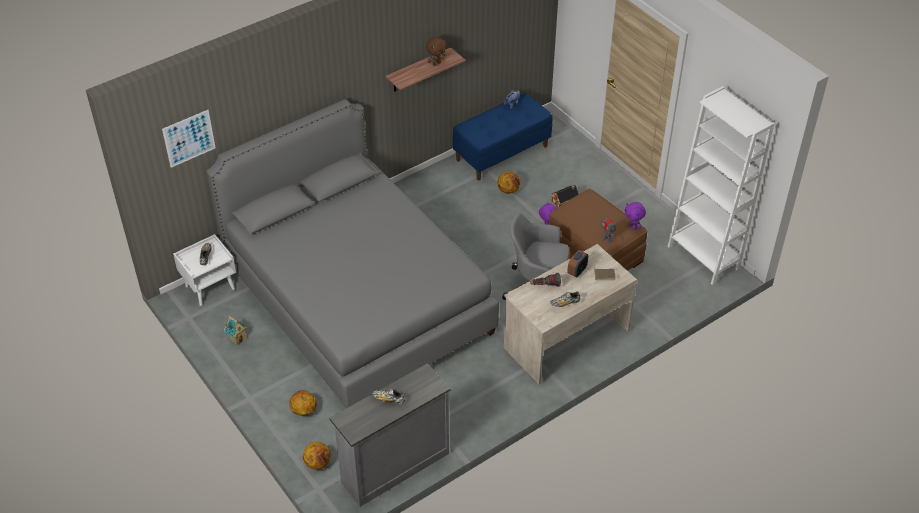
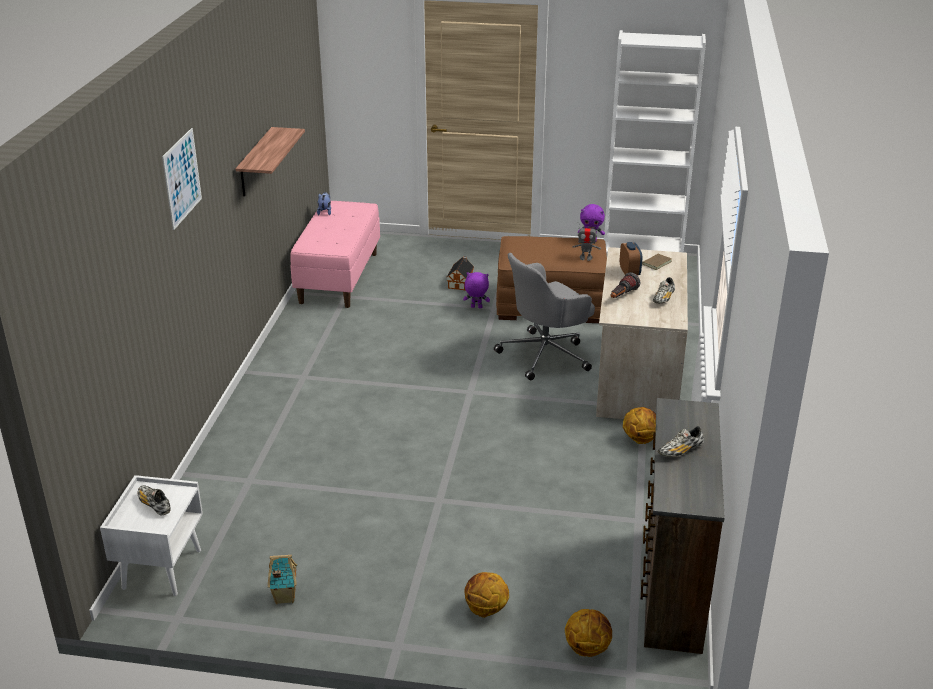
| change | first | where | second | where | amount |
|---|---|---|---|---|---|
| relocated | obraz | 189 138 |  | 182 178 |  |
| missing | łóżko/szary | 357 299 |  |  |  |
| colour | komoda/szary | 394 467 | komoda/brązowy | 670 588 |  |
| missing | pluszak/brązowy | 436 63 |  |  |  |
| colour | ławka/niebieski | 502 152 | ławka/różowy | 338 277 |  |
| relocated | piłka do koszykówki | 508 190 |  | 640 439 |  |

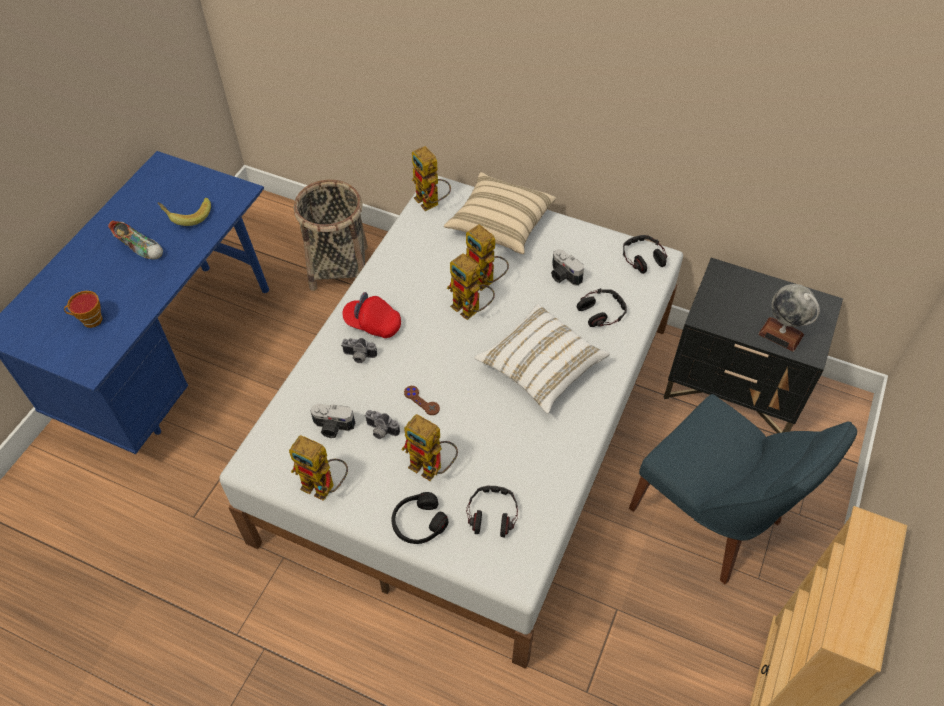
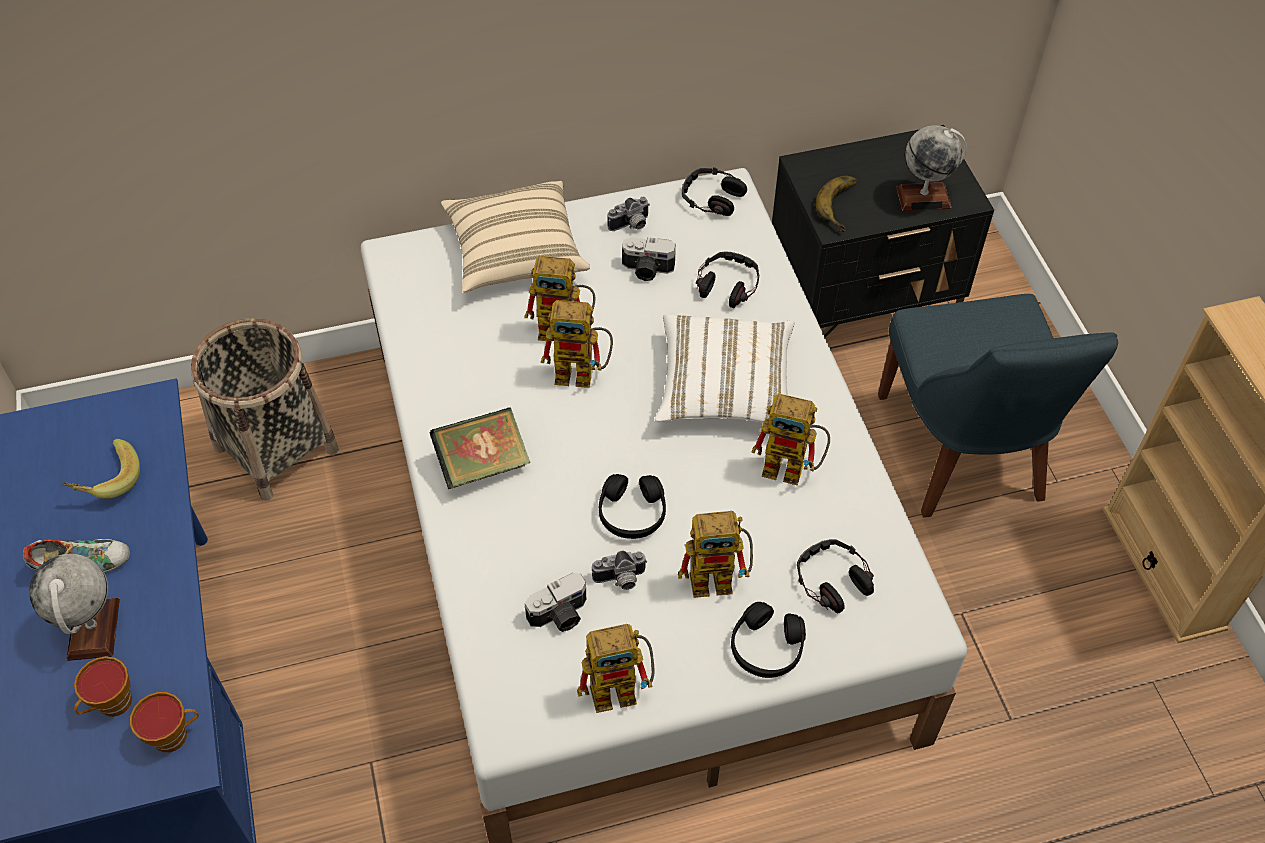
| change | first | where | second | where | amount |
|---|---|---|---|---|---|
| relocated | aparat fotograficzny | 359 357 |  | 631 225 |  |
| exchanged | czapka z daszkiem/czerwony | 373 324 | książka | 482 464 |  |
| exchanged | pad do gier/brązowy | 421 401 | słuchawki/czarny | 632 513 |  |
| relocated | robot zabawkowy | 431 203 |  | 793 469 |  |
| spun | krzesło/niebieski | 711 519 |  | 963 454 | 75 degrees clockwise |
| appeared |  |  | globus | 94 629 |  |
| appeared |  |  | filiżanka | 174 735 |  |
| appeared |  |  | banan | 844 206 |  |

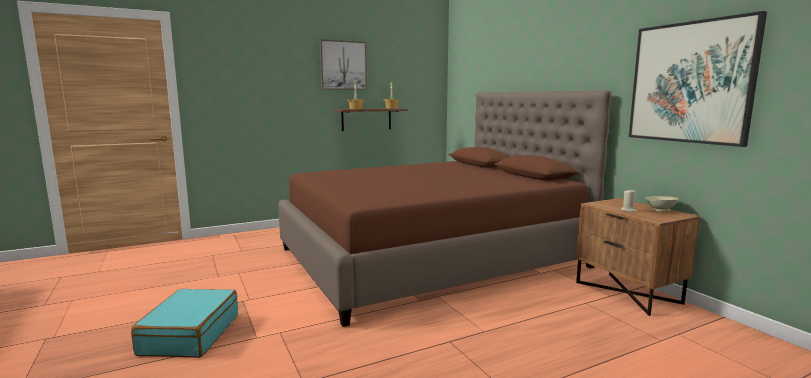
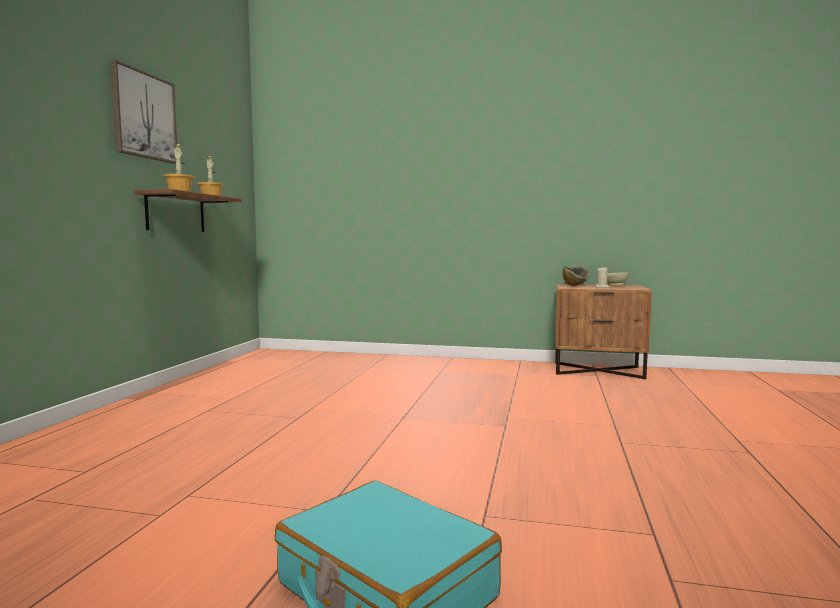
| change | first | where | second | where | amount |
|---|---|---|---|---|---|
| missing | łóżko/brązowy | 430 258 |  |  |  |
| missing | obraz | 690 82 |  |  |  |
| appeared |  |  | miska | 575 286 |  |

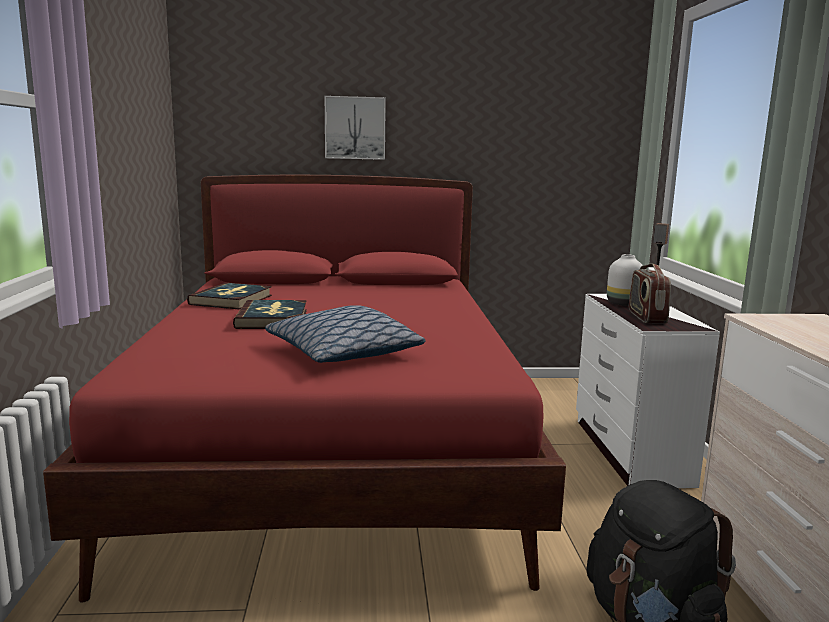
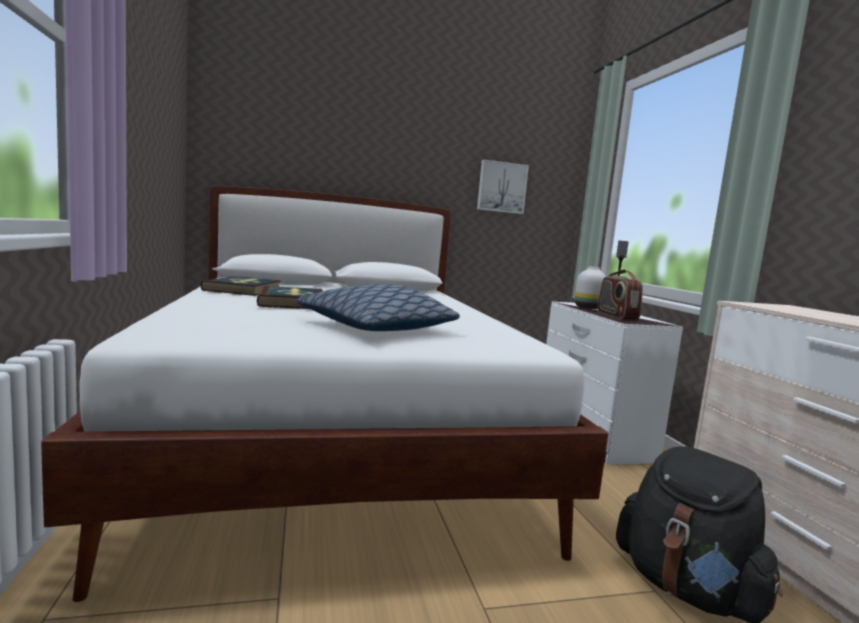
| change | first | where | second | where | amount |
|---|---|---|---|---|---|
| colour | łóżko/czerwony | 332 454 | łóżko/biały | 336 438 |  |
| relocated | obraz | 355 128 |  | 501 187 |  |

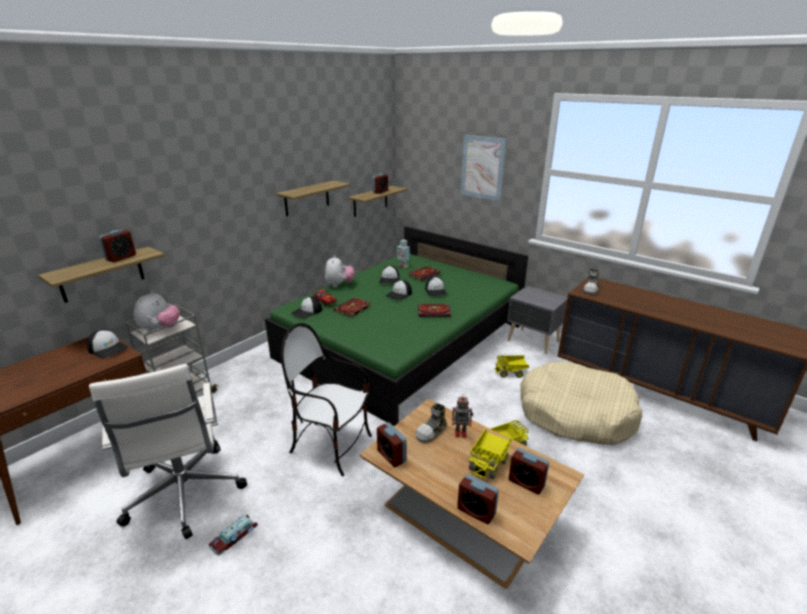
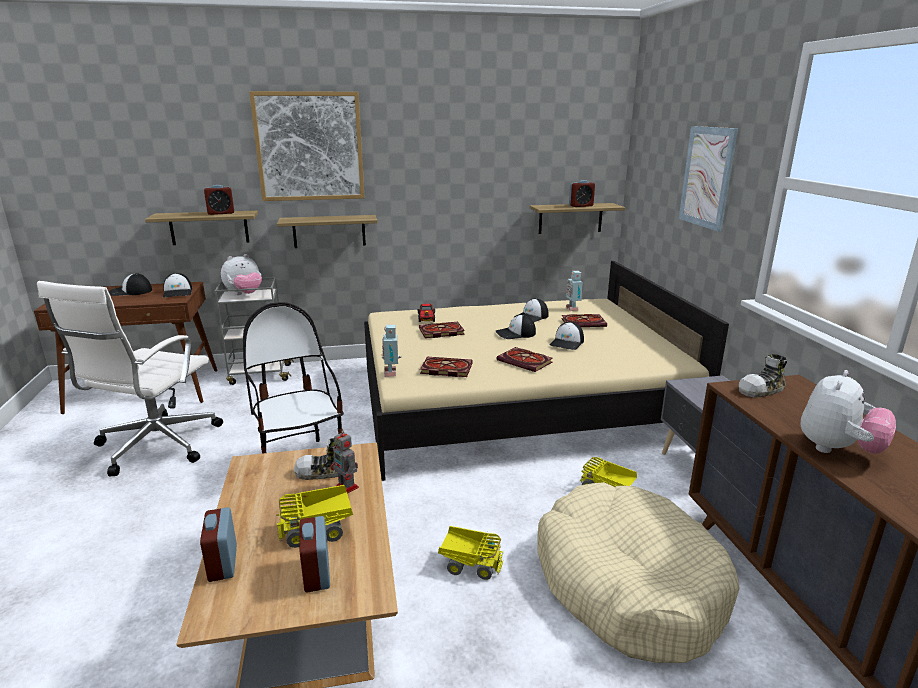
| change | first | where | second | where | amount |
|---|---|---|---|---|---|
| missing | samochodzik | 235 537 |  |  |  |
| colour | łóżko/zielony | 401 341 | łóżko/beżowy | 516 403 |  |
| relocated | półka | 307 198 |  | 329 231 |  |
| relocated | czapka z daszkiem | 307 312 |  | 130 291 |  |
| relocated | pluszak | 339 285 |  | 837 450 |  |
| missing | budzik | 391 456 |  |  |  |
| appeared |  |  | obraz | 309 147 |  |
| appeared |  |  | robot zabawkowy | 392 373 |  |
| appeared |  |  | książka | 445 369 |  |

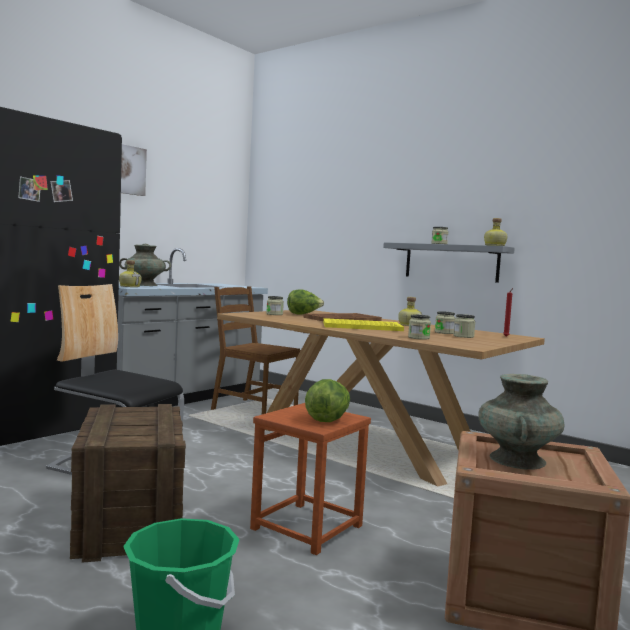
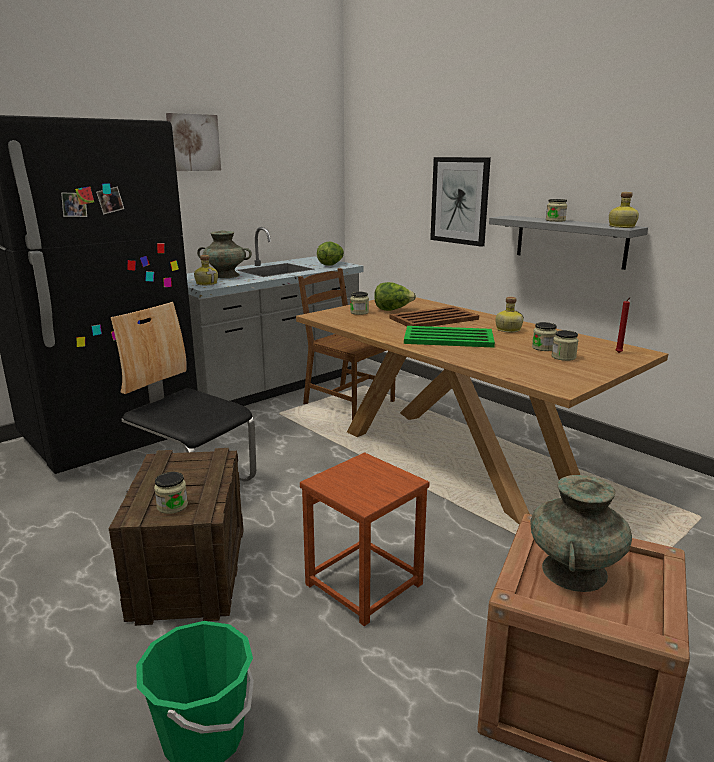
| change | first | where | second | where | amount |
|---|---|---|---|---|---|
| relocated | sałata | 327 419 |  | 331 264 |  |
| colour | taca/żółty | 363 326 | taca/zielony | 449 338 |  |
| relocated | słoik | 418 338 |  | 172 506 |  |
| appeared |  |  | obraz | 460 201 |  |

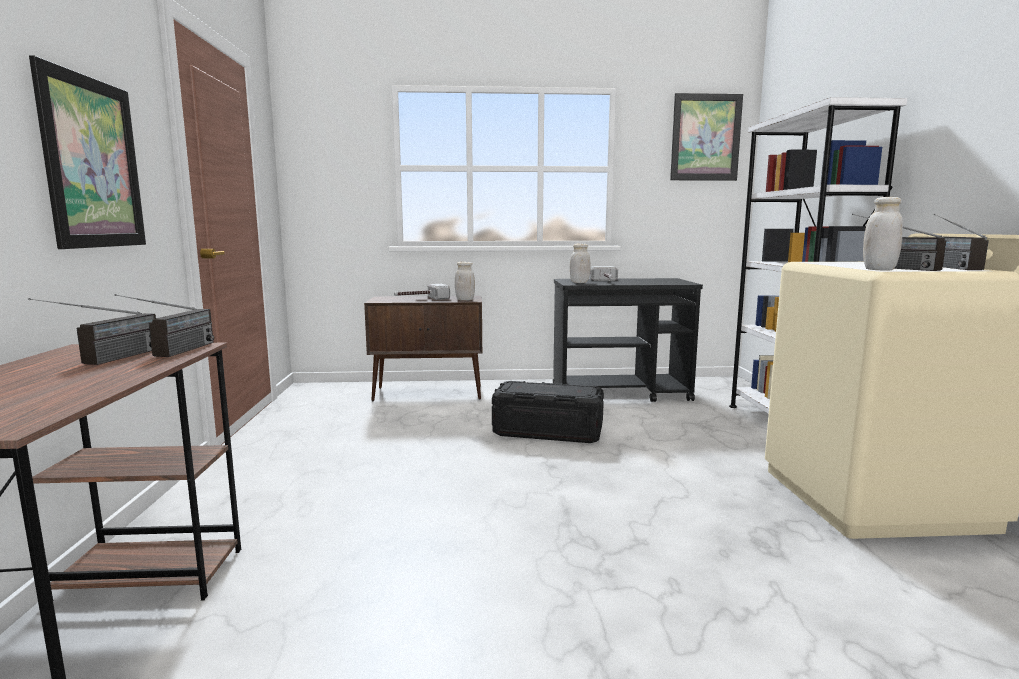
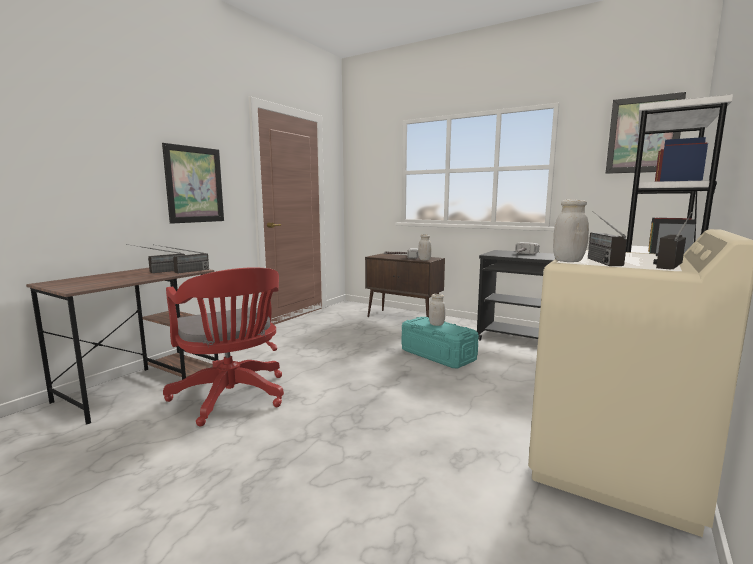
| change | first | where | second | where | amount |
|---|---|---|---|---|---|
| colour | pojemnik do przechowywania/czarny | 548 431 | pojemnik do przechowywania/turkusowy | 437 355 |  |
| relocated | słoik/biały | 579 282 |  | 436 324 |  |
| appeared |  |  | krzesło biurowe/czerwony | 232 398 |  |

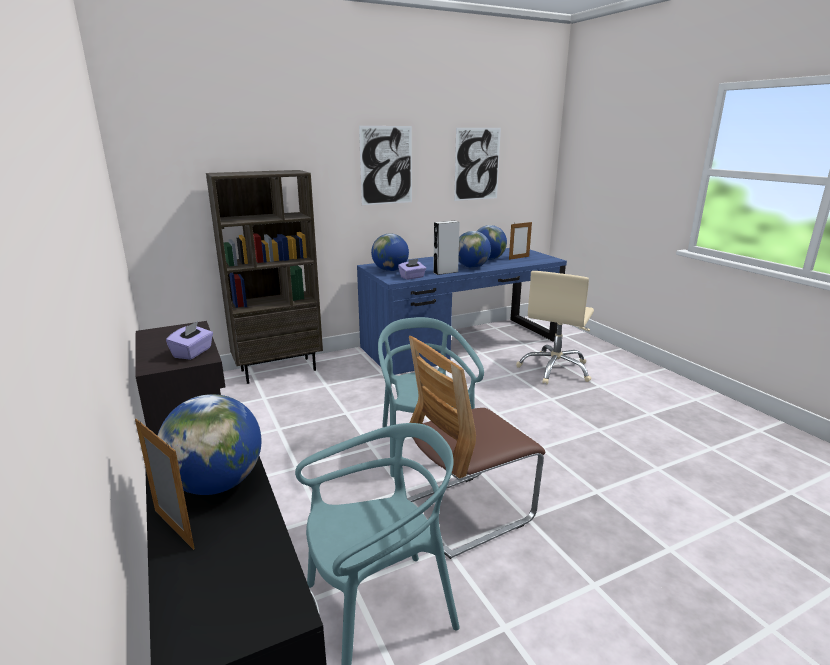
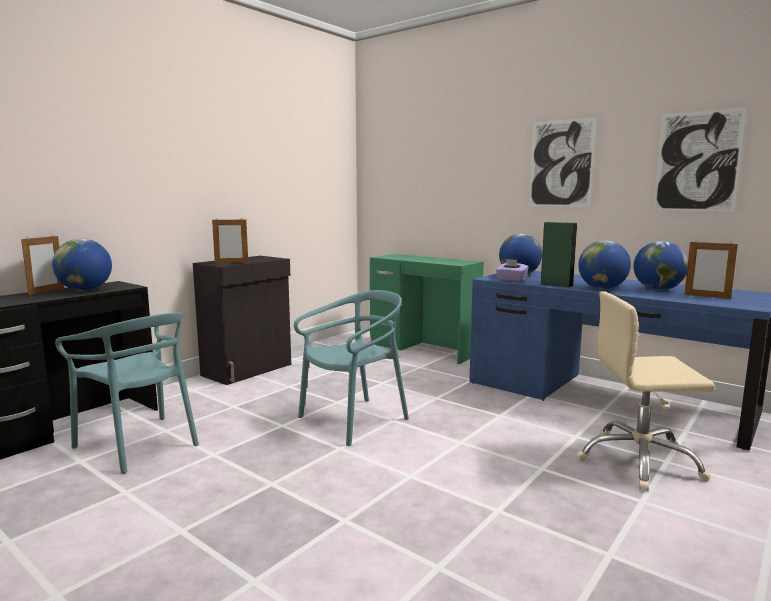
| change | first | where | second | where | amount |
|---|---|---|---|---|---|
| exchanged | pudełko chusteczek/fioletowy | 193 353 | ramka na zdjęcie | 231 263 |  |
| exchanged | regał/brązowy | 279 370 | biurko/zielony | 424 349 |  |
| missing | krzesło | 467 512 |  |  |  |
| colour | głośnik/szary | 445 272 | głośnik/zielony | 556 285 |  |

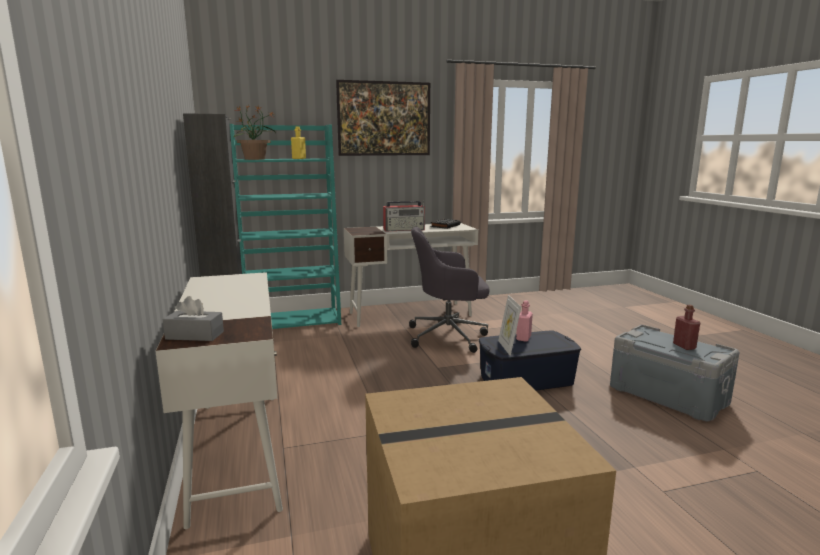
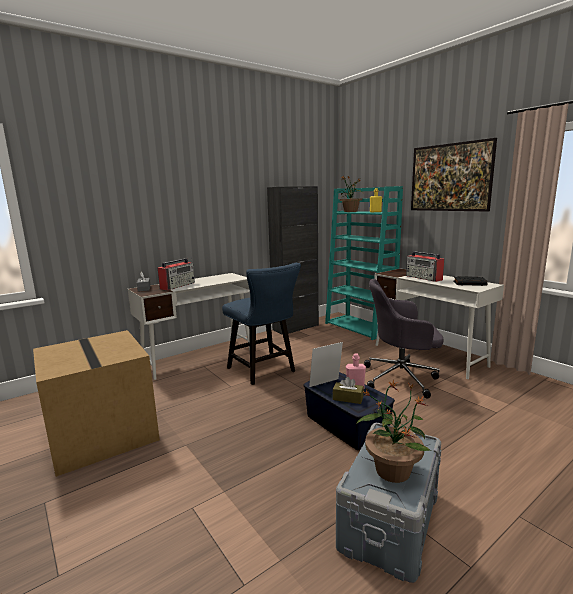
| change | first | where | second | where | amount |
|---|---|---|---|---|---|
| spun | krzesło biurowe/szary | 449 336 |  | 402 378 | 60 degrees counterclockwise |
| exchanged | butelka/czerwony | 684 346 | roślina doniczkowa | 392 470 |  |
| appeared |  |  | radio | 178 286 |  |
| appeared |  |  | krzesło/niebieski | 264 371 |  |
| appeared |  |  | pudełko chusteczek/brązowy | 348 398 |  |

